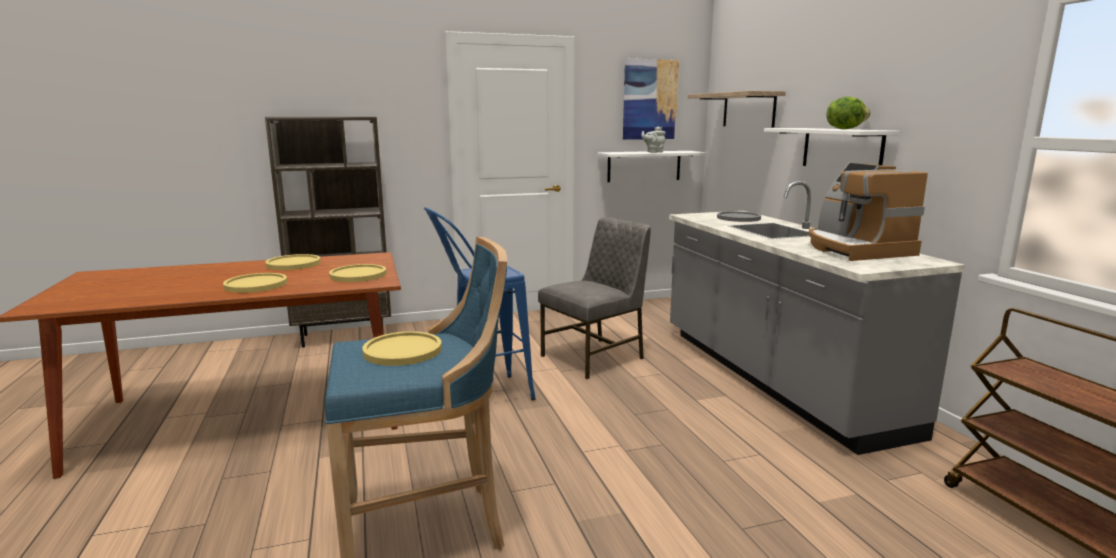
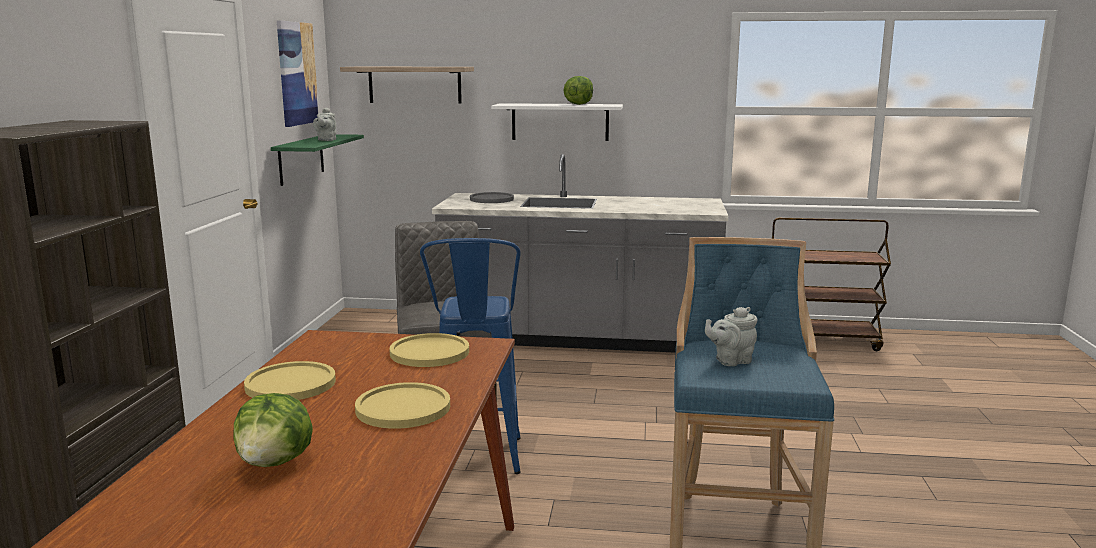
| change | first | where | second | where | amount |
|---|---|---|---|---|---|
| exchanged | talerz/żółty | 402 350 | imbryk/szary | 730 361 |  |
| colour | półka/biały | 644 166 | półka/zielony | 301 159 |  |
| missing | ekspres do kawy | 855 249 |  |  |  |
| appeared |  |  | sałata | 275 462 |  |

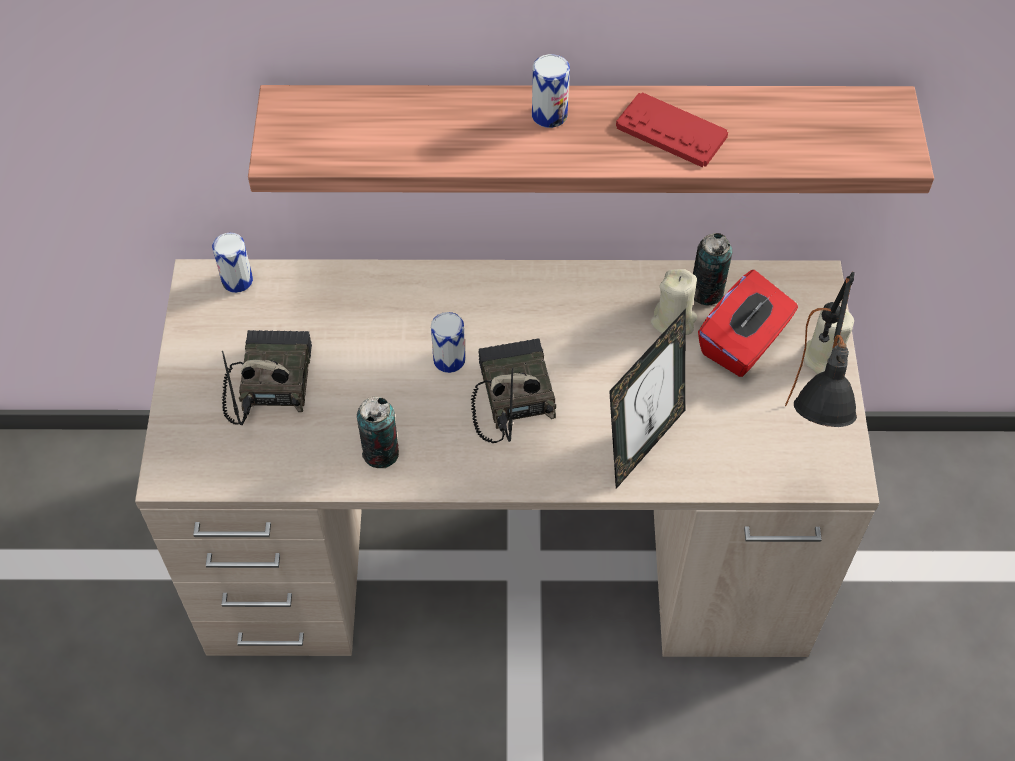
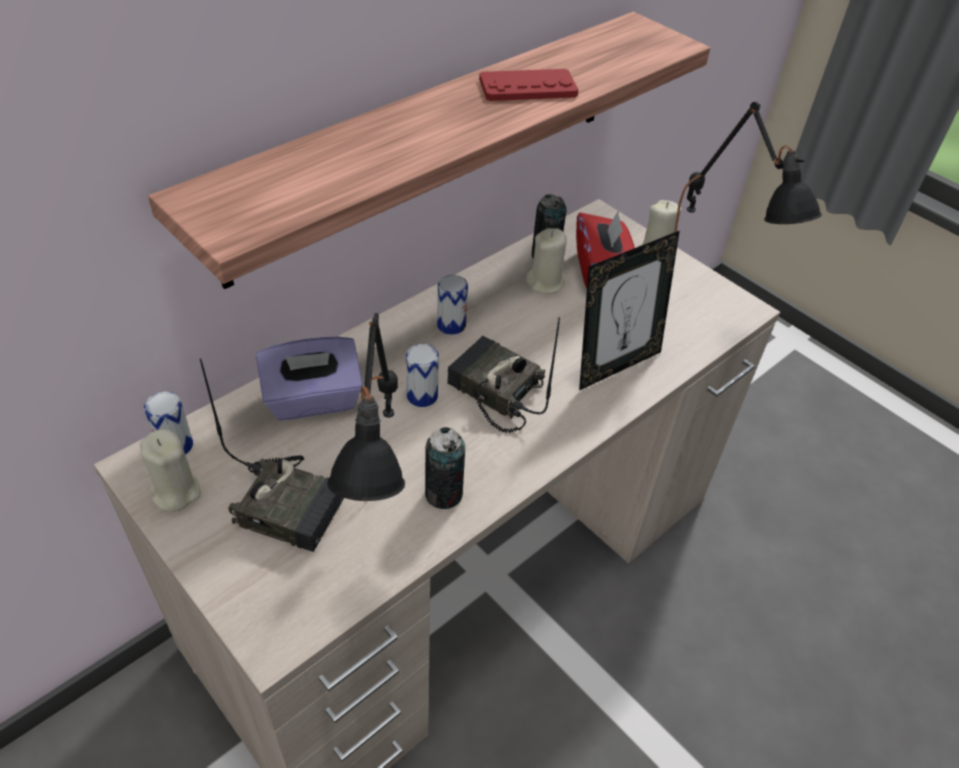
| change | first | where | second | where | amount |
|---|---|---|---|---|---|
| spun | radio | 269 382 |  | 289 504 | 150 degrees clockwise |
| relocated | puszka | 549 115 |  | 451 325 |  |
| spun | ramka na zdjęcie | 643 443 |  | 615 365 | 60 degrees clockwise |
| appeared |  |  | świeca/beżowy | 175 492 |  |
| appeared |  |  | pudełko chusteczek/fioletowy | 313 400 |  |
| appeared |  |  | lampa stołowa/czarny | 385 549 |  |

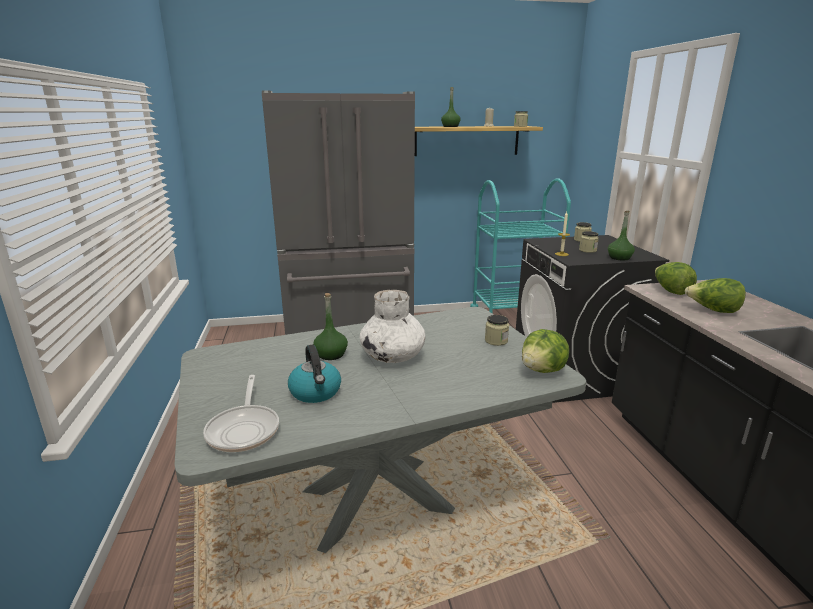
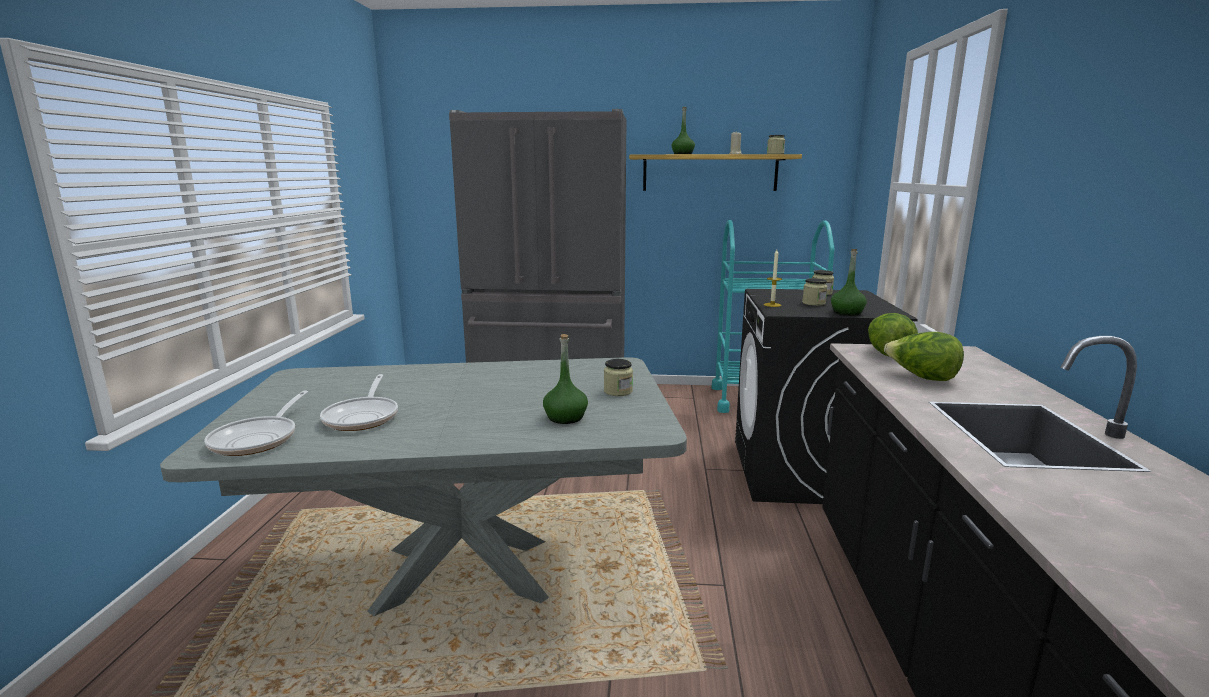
| change | first | where | second | where | amount |
|---|---|---|---|---|---|
| exchanged | czajnik | 316 392 | patelnia | 363 417 |  |
| relocated | butelka/zielony | 331 354 |  | 565 417 |  |
| missing | wazon/biały | 392 356 |  |  |  |
| missing | sałata | 543 370 |  |  |  |

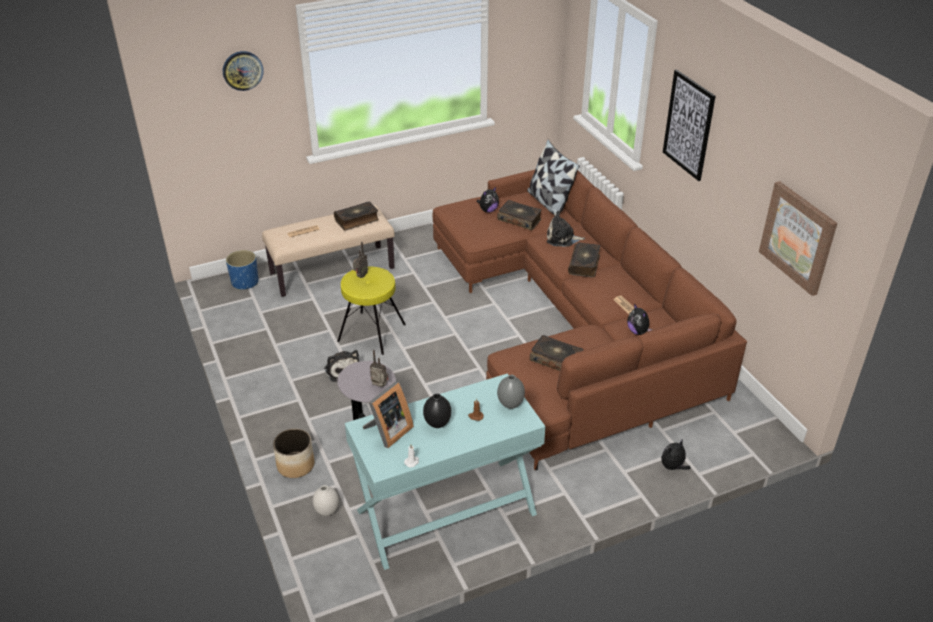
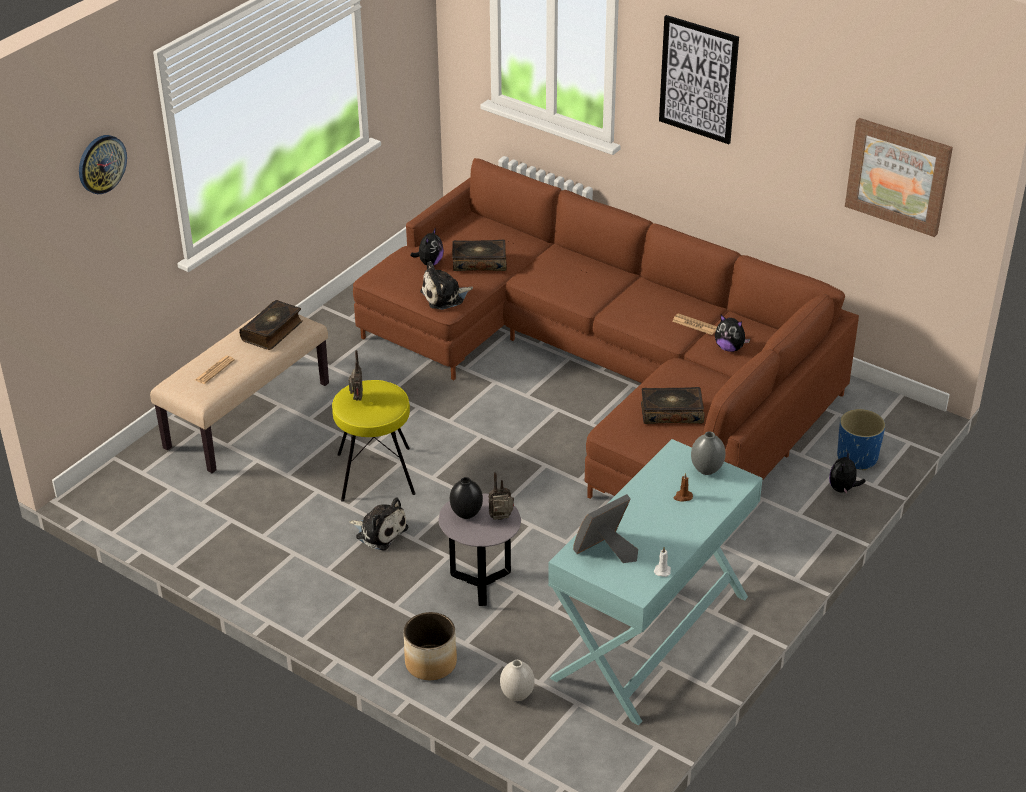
| change | first | where | second | where | amount |
|---|---|---|---|---|---|
| relocated | donica/niebieski | 245 282 |  | 857 457 |  |
| spun | ramka na zdjęcie | 388 432 |  | 606 551 | 135 degrees counterclockwise |
| relocated | wazon/czarny | 437 424 |  | 466 514 |  |
| missing | poduszka | 549 203 |  |  |  |
| relocated | pluszak | 562 238 |  | 445 297 |  |
| missing | książka | 584 264 |  |  |  |

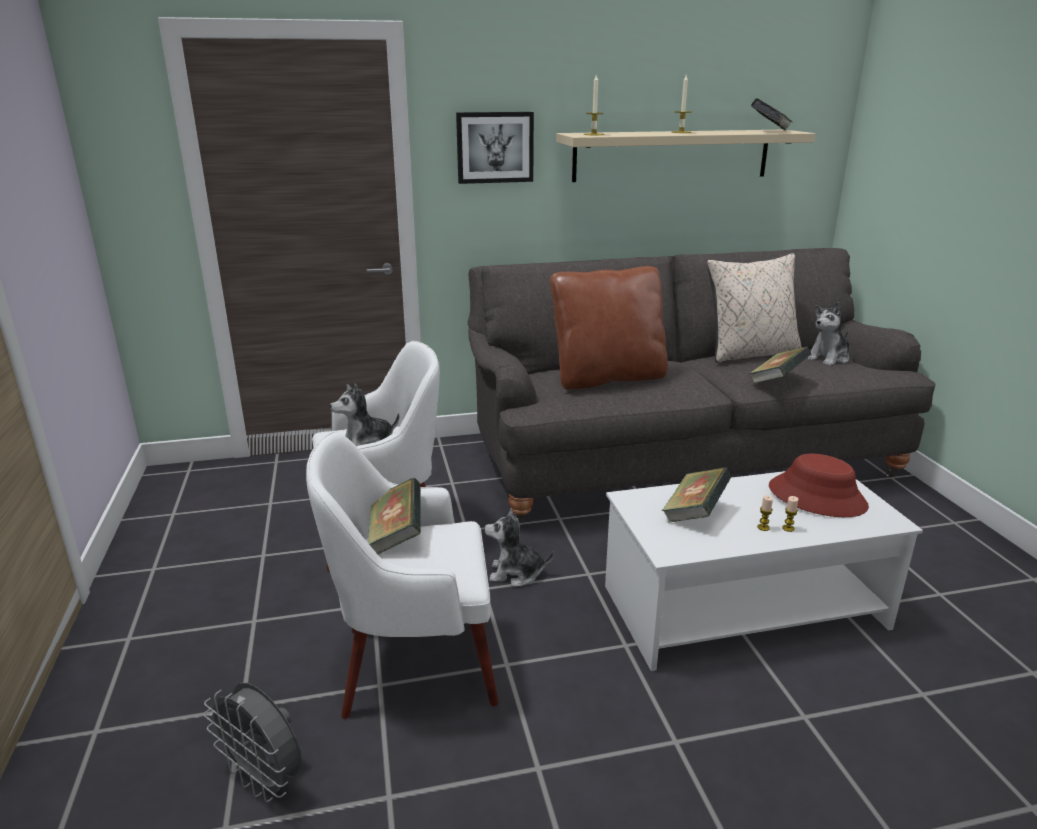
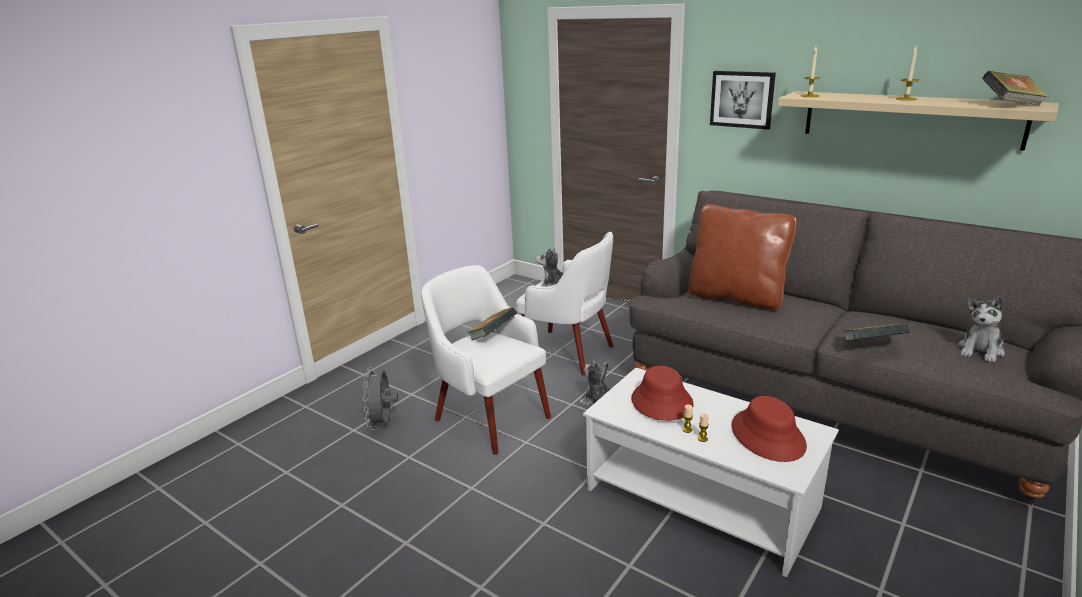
| change | first | where | second | where | amount |
|---|---|---|---|---|---|
| exchanged | książka | 694 513 | kapelusz/czerwony | 661 402 |  |
| missing | poduszka/beżowy | 750 353 |  |  |  |
| spun | pluszak | 828 358 |  | 981 350 | 60 degrees counterclockwise |

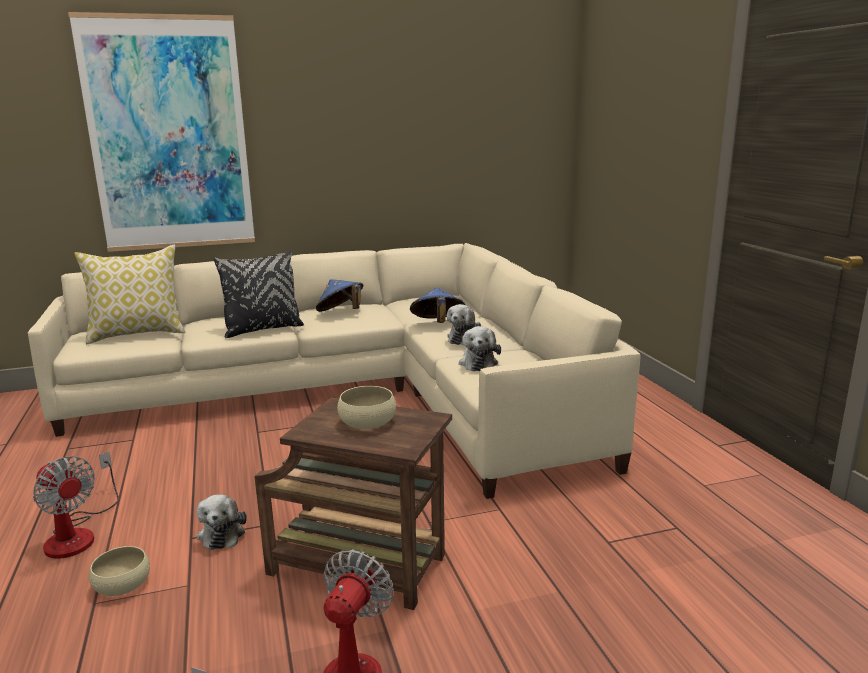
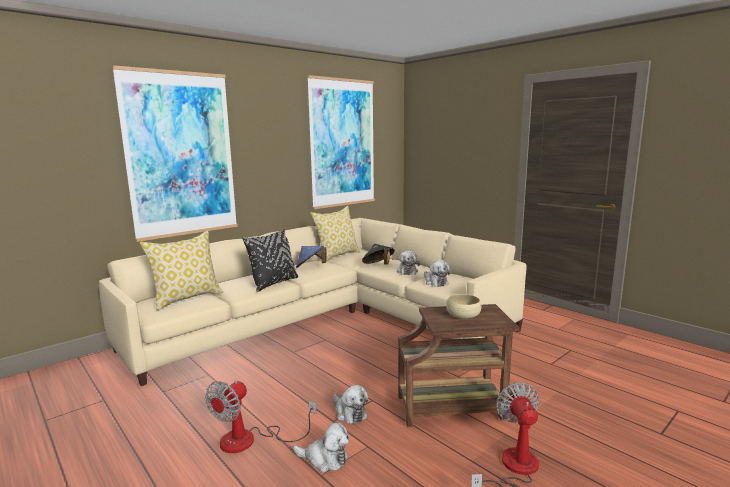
| change | first | where | second | where | amount |
|---|---|---|---|---|---|
| spun | wentylator | 78 534 |  | 250 440 | 105 degrees clockwise |
| exchanged | miska/beżowy | 122 584 | pluszak | 325 459 |  |
| colour | kapelusz/niebieski | 437 324 | kapelusz/czarny | 378 266 |  |
| appeared |  |  | obraz | 342 143 |  |
| appeared |  |  | poduszka | 337 255 |  |

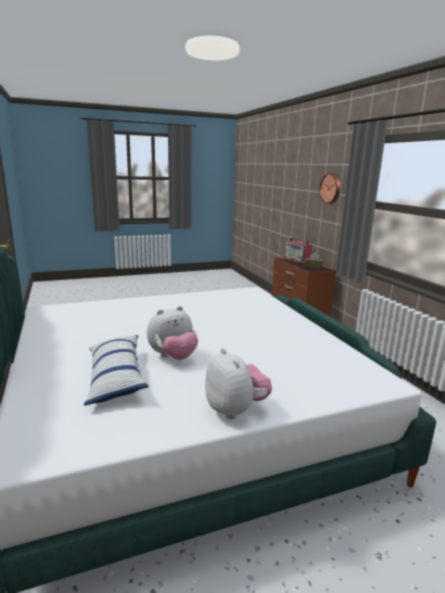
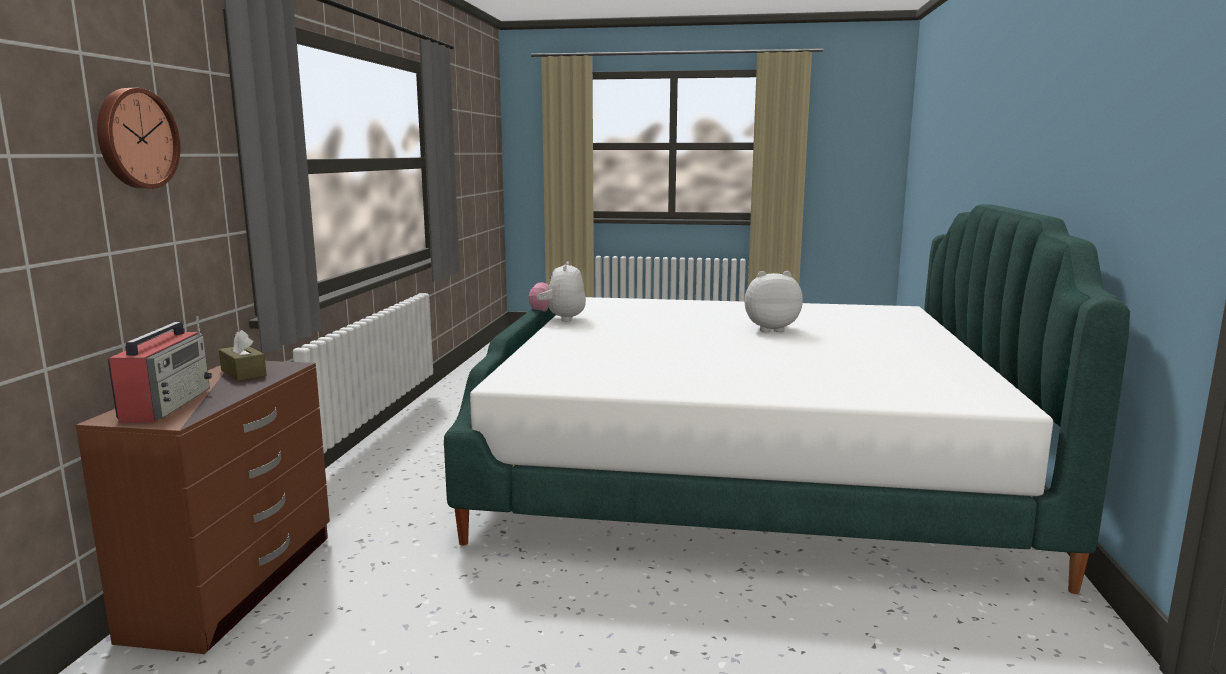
| change | first | where | second | where | amount |
|---|---|---|---|---|---|
| missing | poduszka | 116 377 |  |  |  |
| relocated | pluszak | 235 410 |  | 559 319 |  |

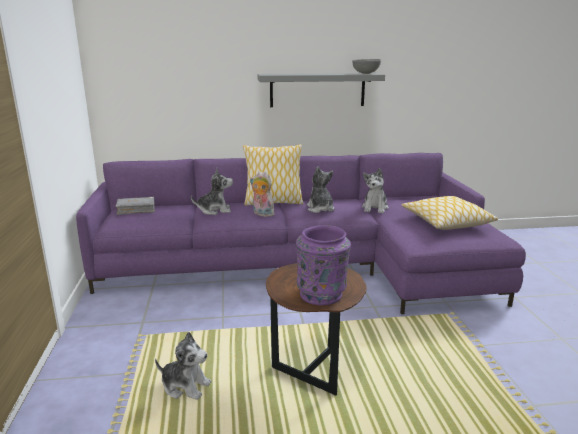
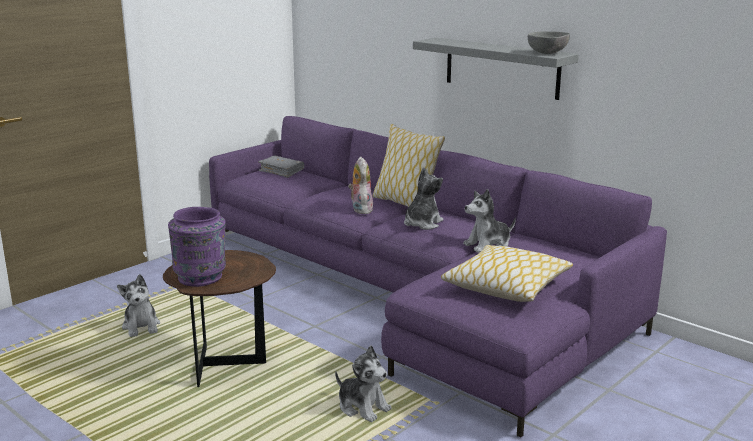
| change | first | where | second | where | amount |
|---|---|---|---|---|---|
| relocated | pluszak | 214 210 |  | 363 407 |  |

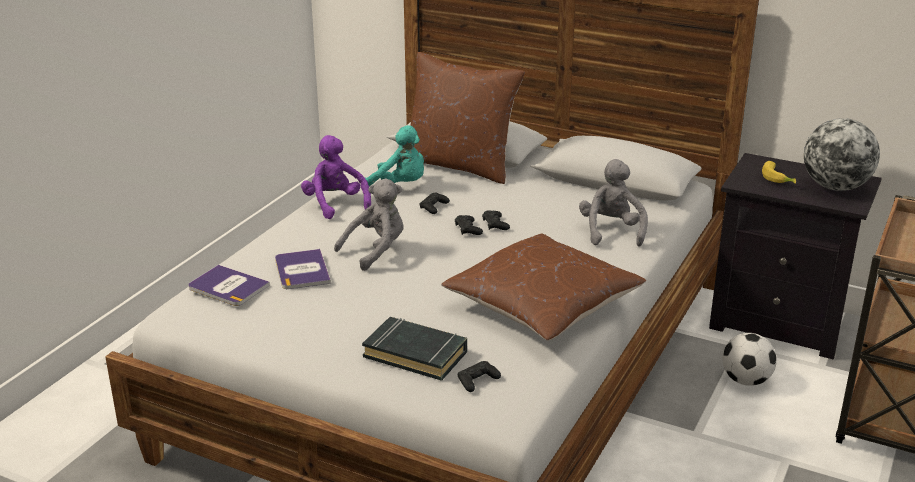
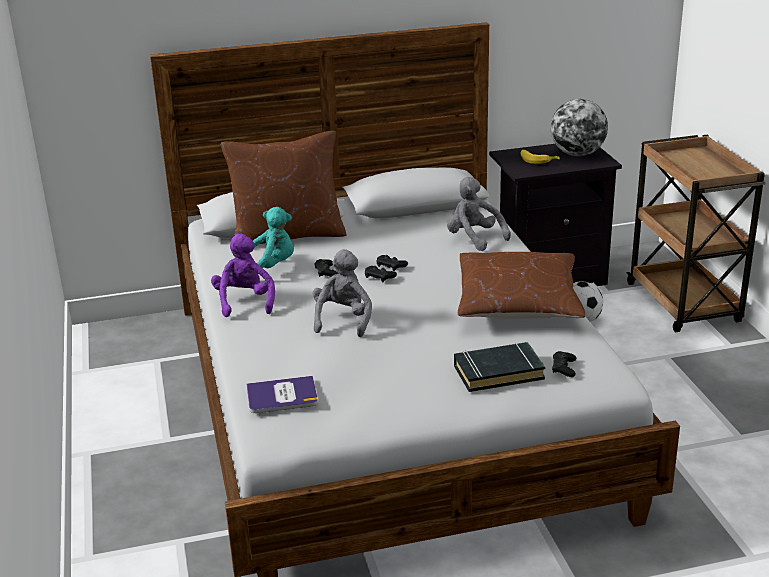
| change | first | where | second | where | amount |
|---|---|---|---|---|---|
| missing | książka | 302 270 |  |  |  |
| spun | pluszak/fioletowy | 335 204 |  | 245 302 | 60 degrees clockwise |

